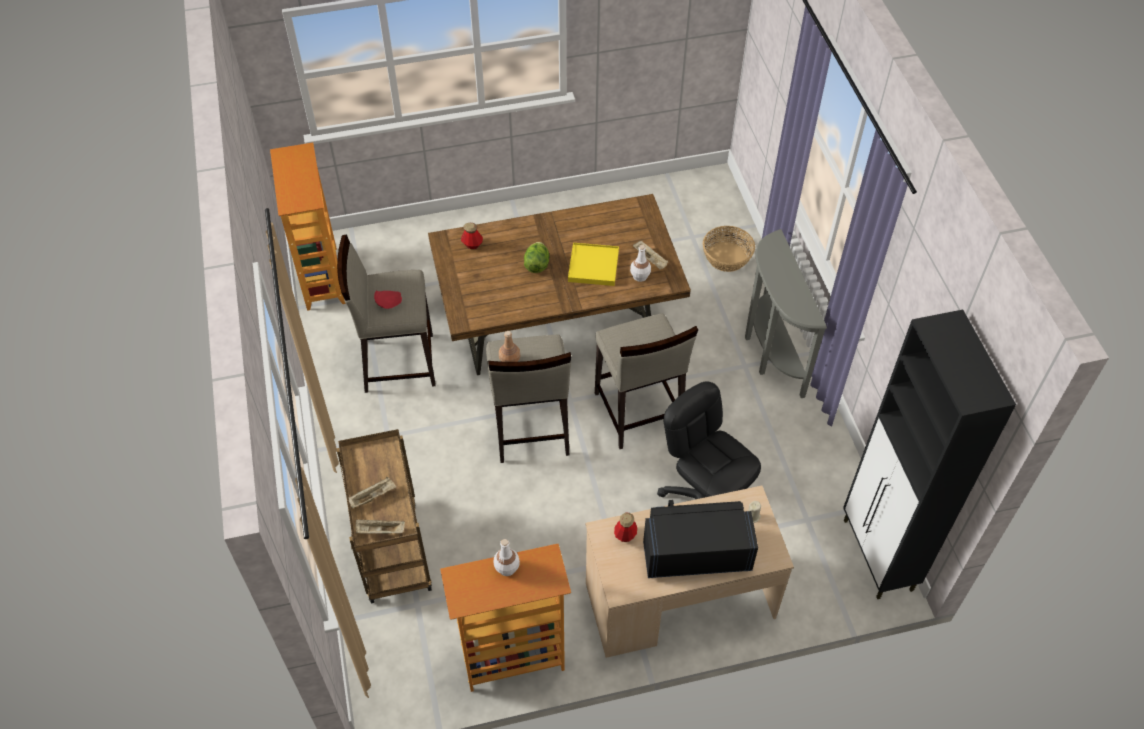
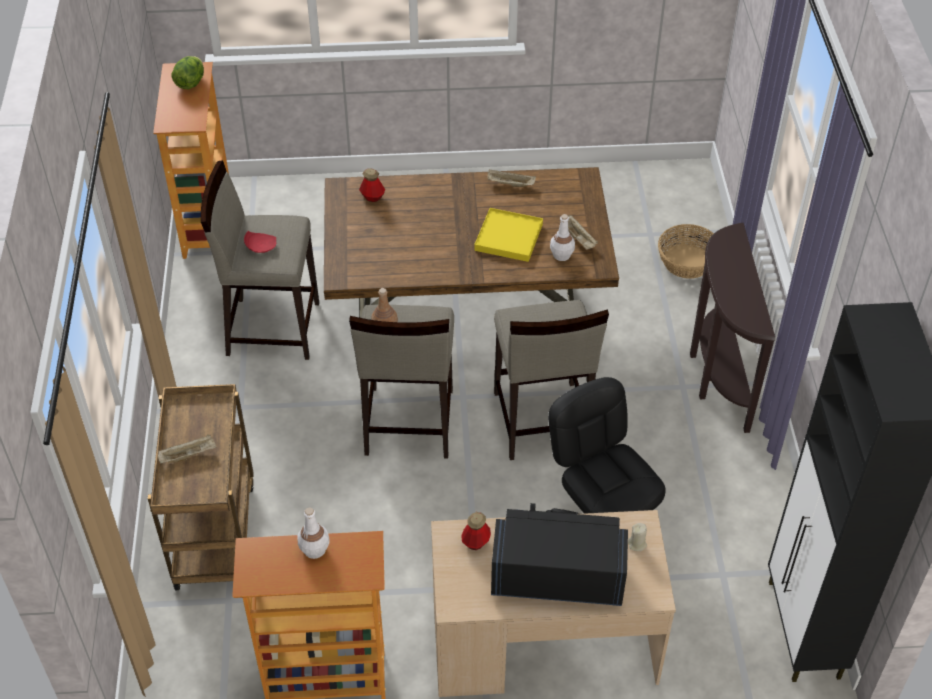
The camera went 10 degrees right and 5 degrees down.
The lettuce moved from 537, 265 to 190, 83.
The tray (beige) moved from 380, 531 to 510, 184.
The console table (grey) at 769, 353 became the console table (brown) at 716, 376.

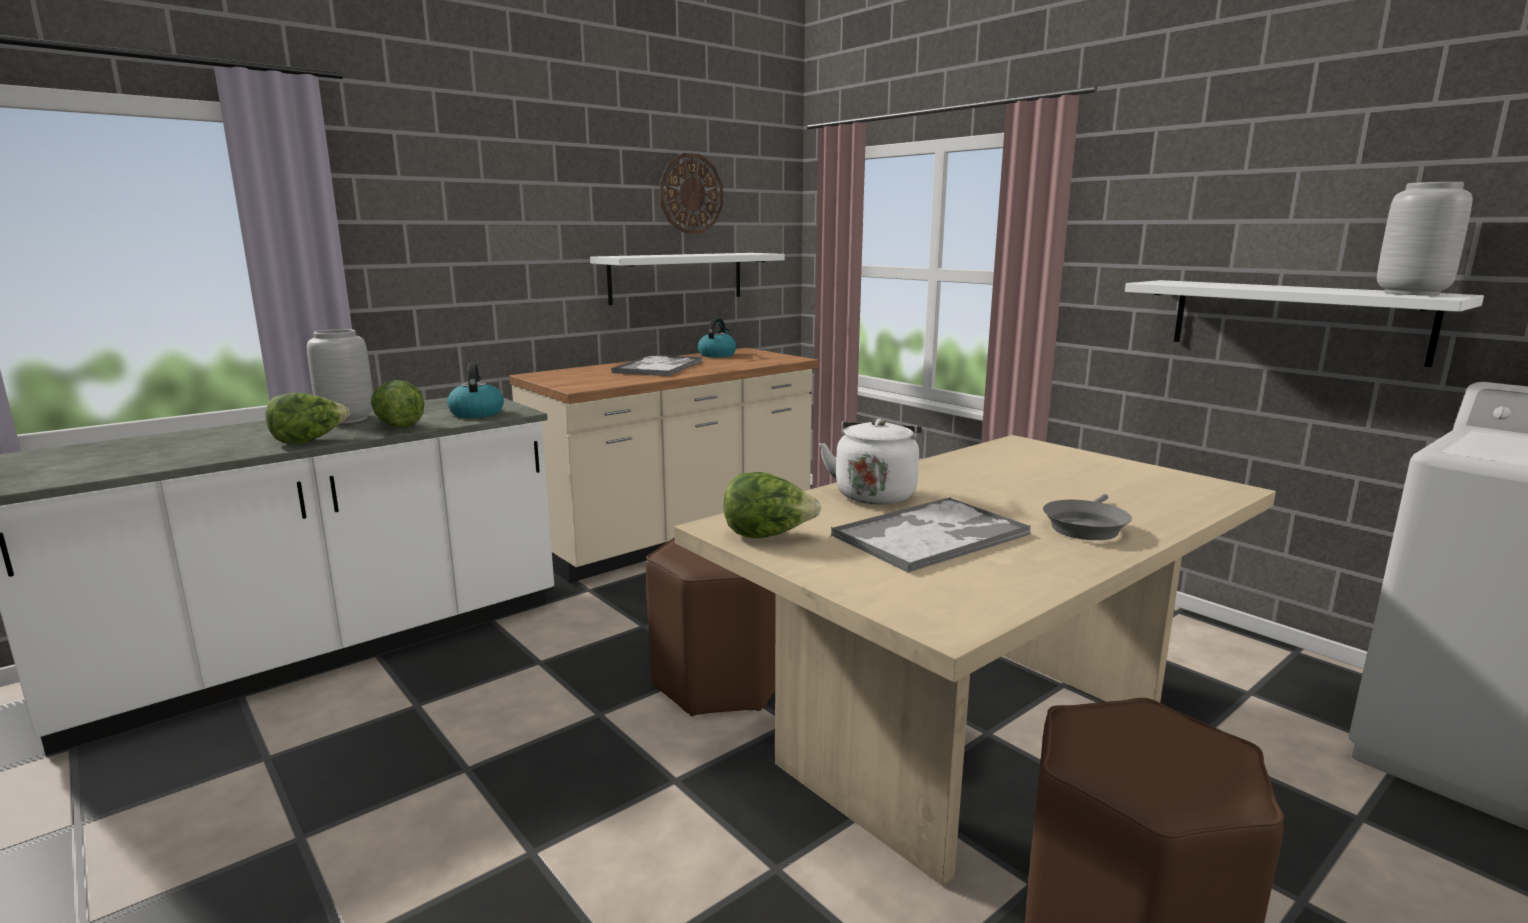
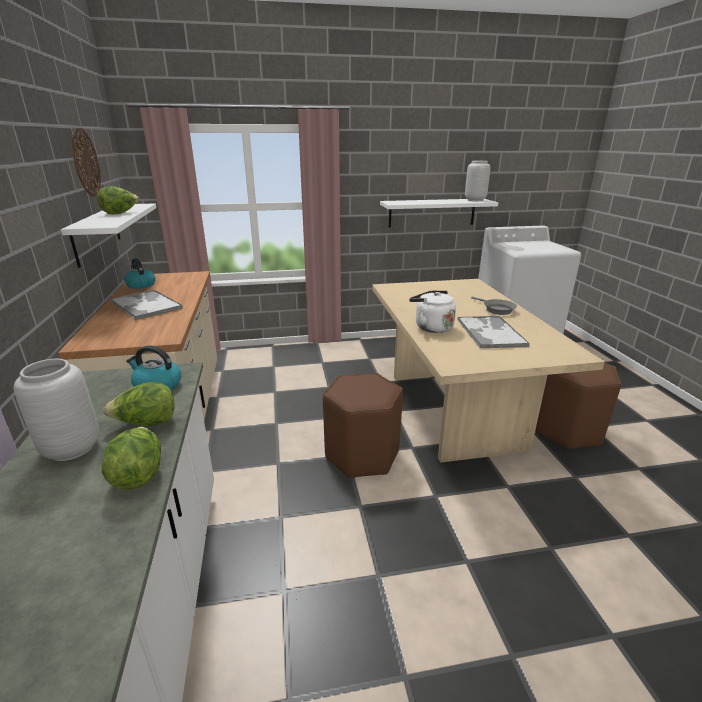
The camera went 60 degrees left and 10 degrees up.
The lettuce moved from 768, 536 to 120, 213.

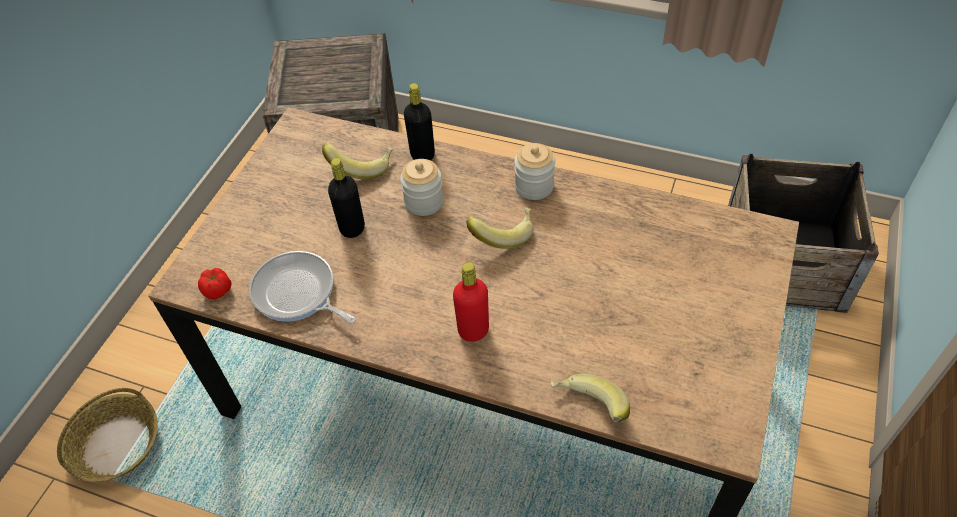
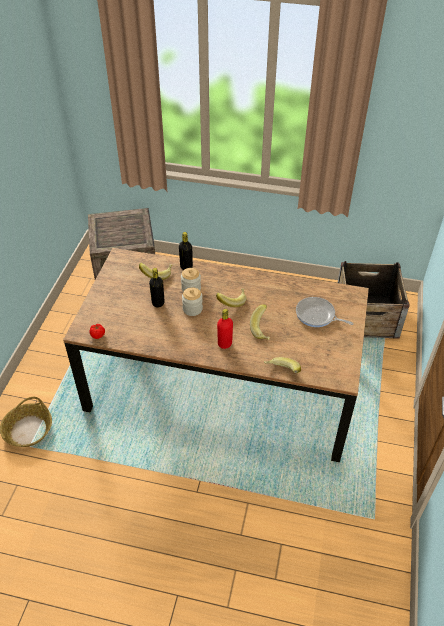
The camera went 10 degrees left and 5 degrees down.
The jar moved from 534, 186 to 192, 309.
The banana at 262, 329 appeared.
The frying pan moved from 297, 293 to 317, 315.

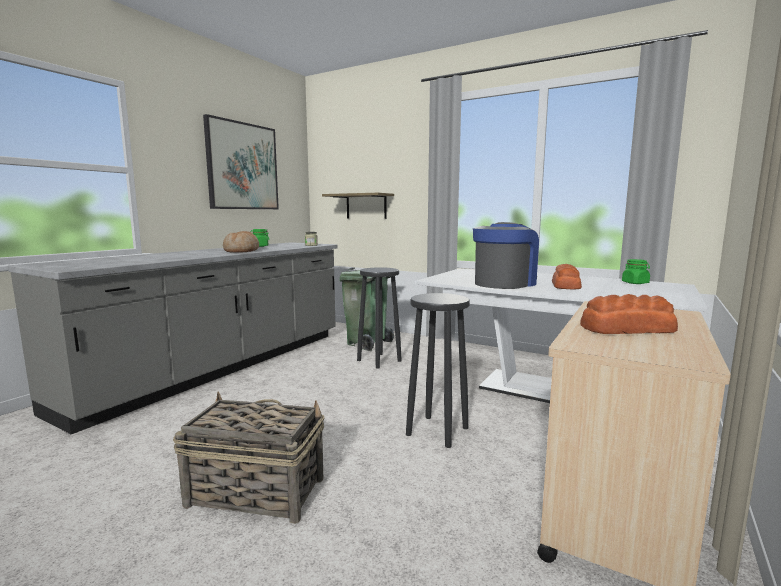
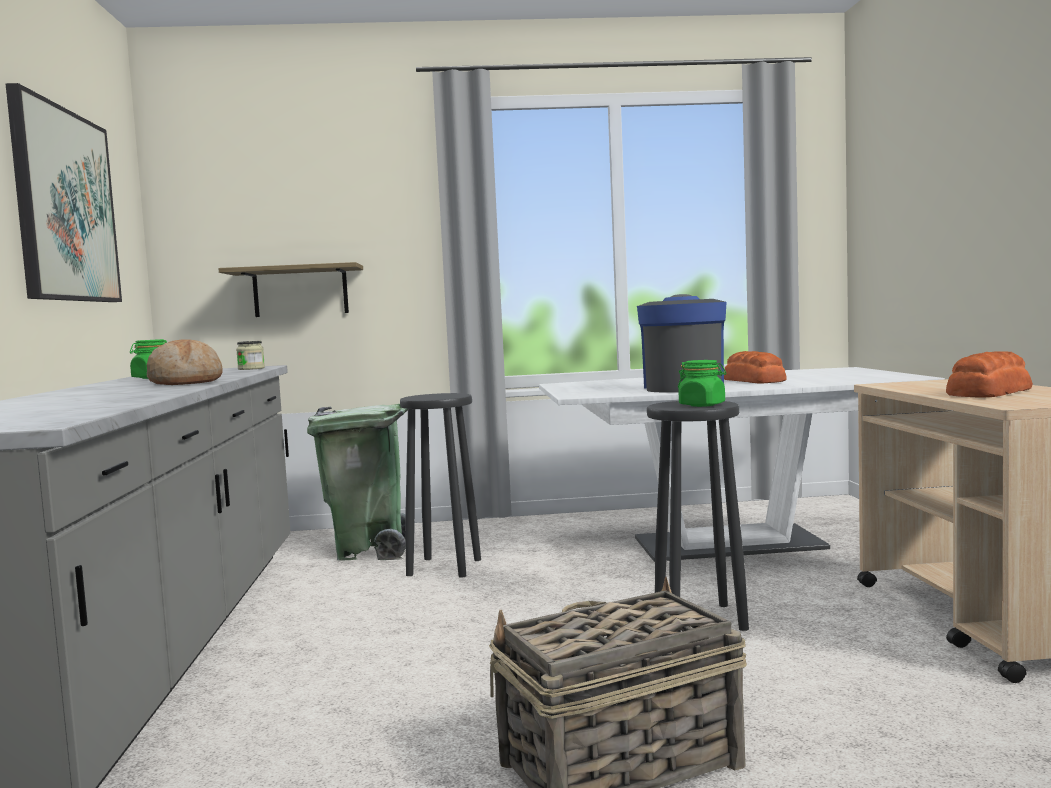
The camera went 35 degrees left and 5 degrees down.
The jar (green) moved from 635, 283 to 702, 405.

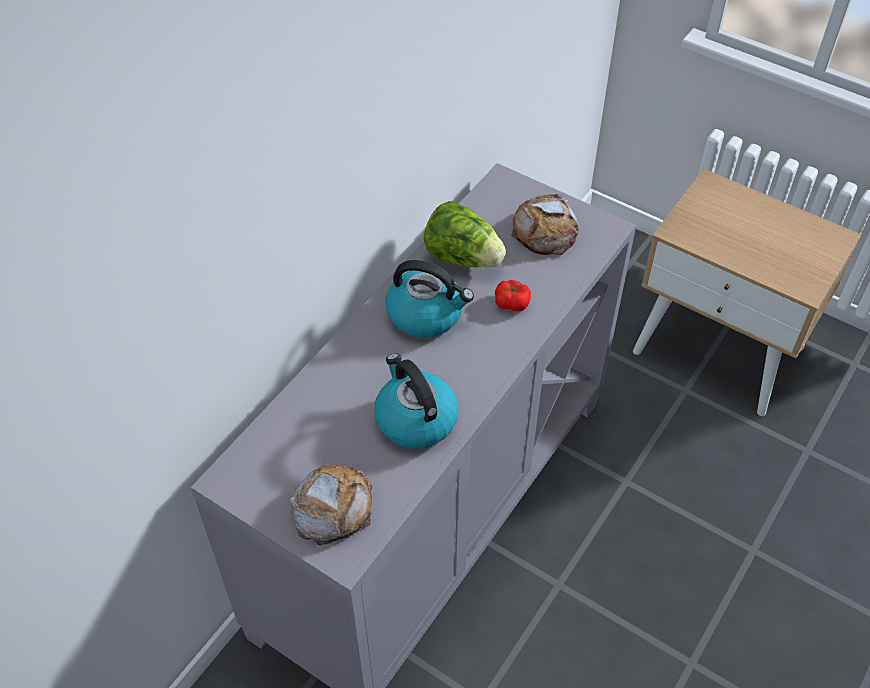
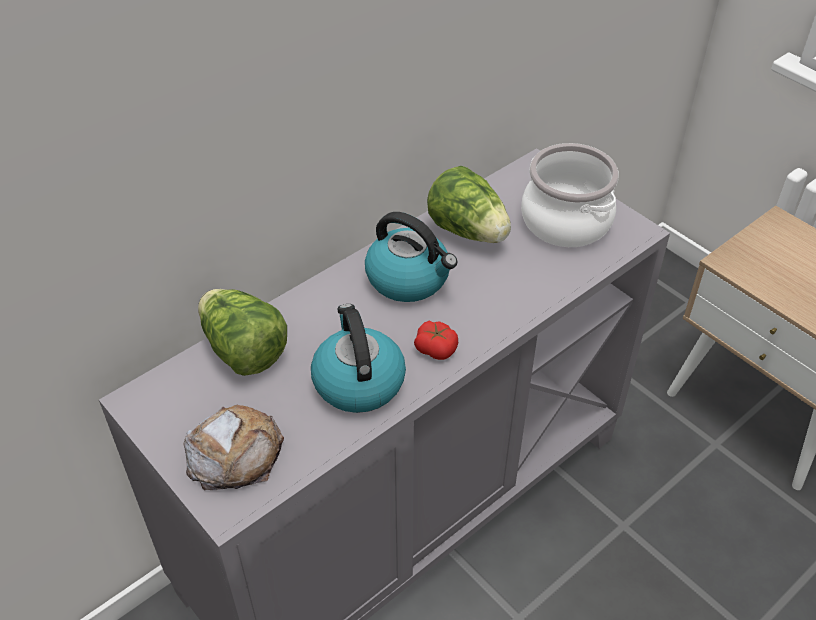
The camera went 15 degrees right and 5 degrees down.
The lettuce at 243, 351 appeared.
The tomato moved from 511, 302 to 436, 348.
The bread at 545, 231 was replaced by the cooking pot at 566, 221.

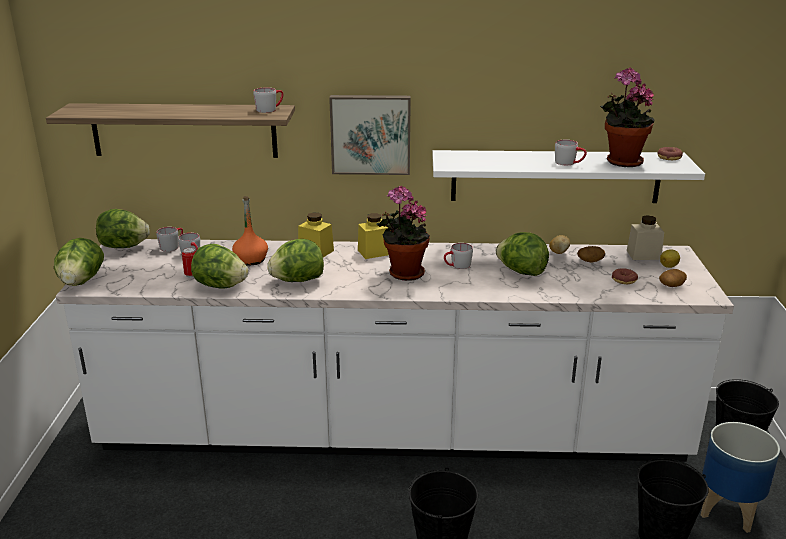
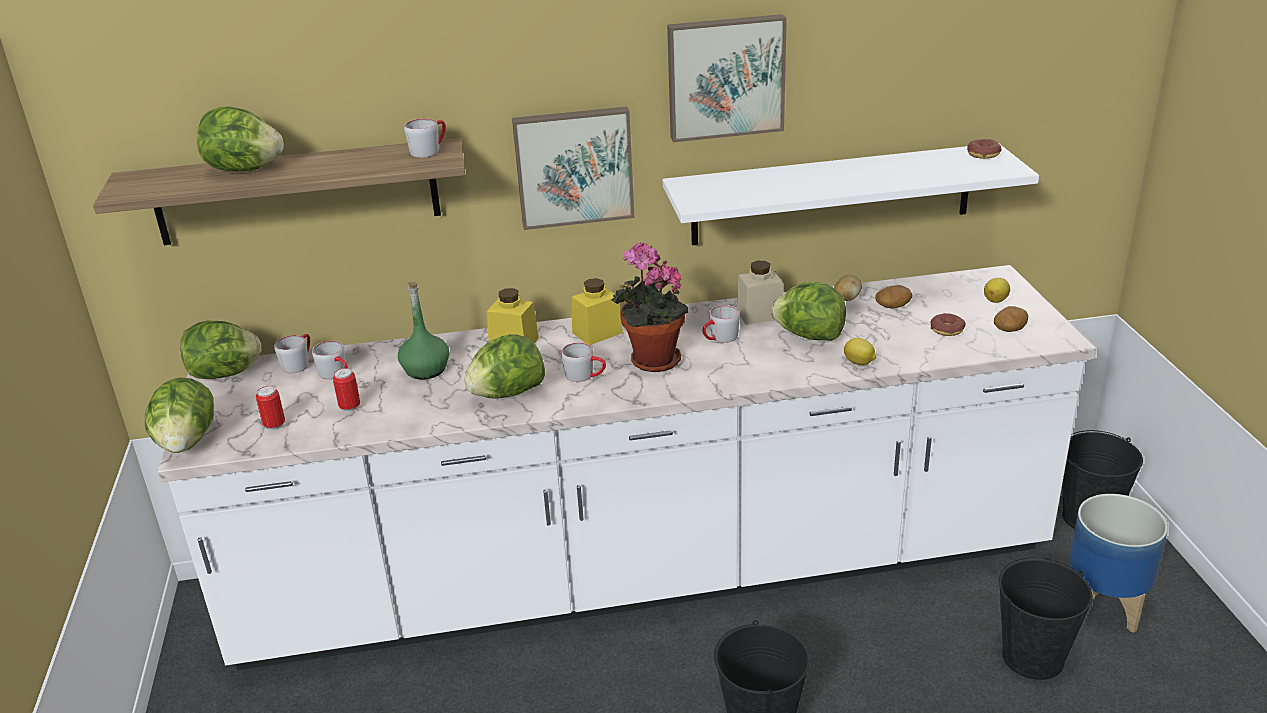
The camera went 10 degrees left and 5 degrees up.
The lettuce moved from 220, 286 to 244, 170.
The can at 274, 425 appeared.
The bottle (orange) at 251, 260 became the bottle (green) at 426, 369.
The mug (grey) moved from 569, 163 to 585, 376.
The picture at 725, 77 appeared.
The jar (beige) moved from 643, 255 to 759, 314.
The lemon at 859, 363 appeared.
The potted plant at 620, 162 disappeared.

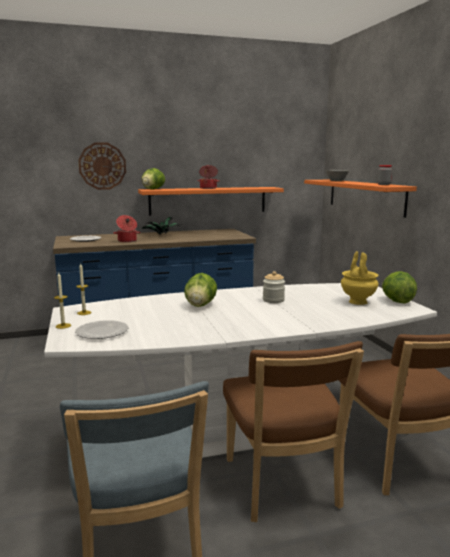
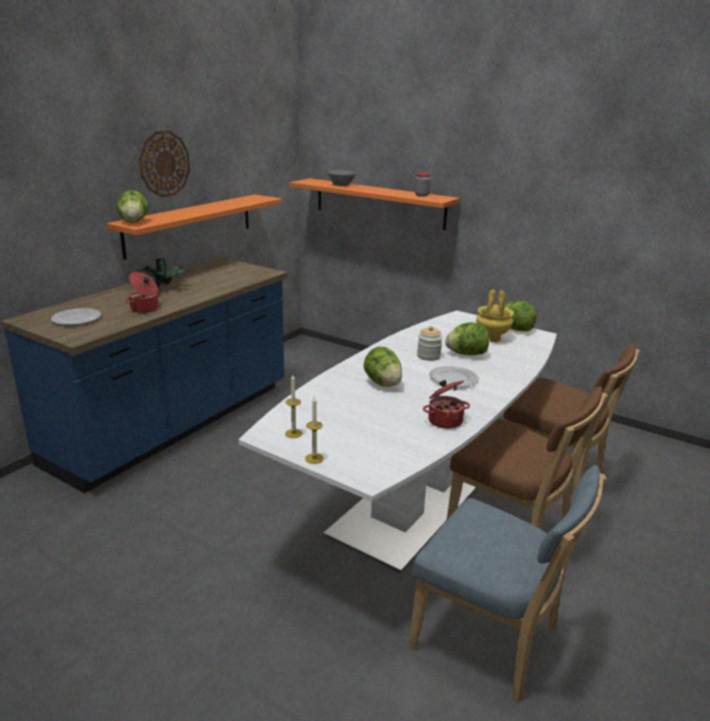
The camera went 40 degrees left and 10 degrees up.
The wall clock moved from 102, 166 to 164, 164.
The cooking pot moved from 208, 188 to 444, 420.
The plate moved from 101, 332 to 452, 378.
The lettuce at 466, 354 appeared.

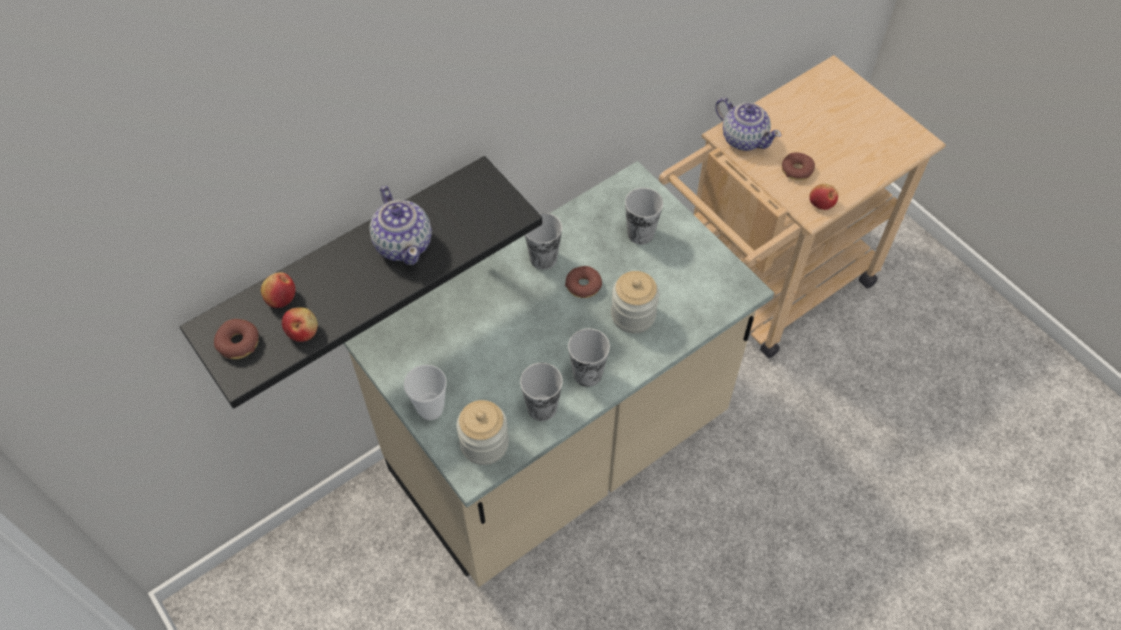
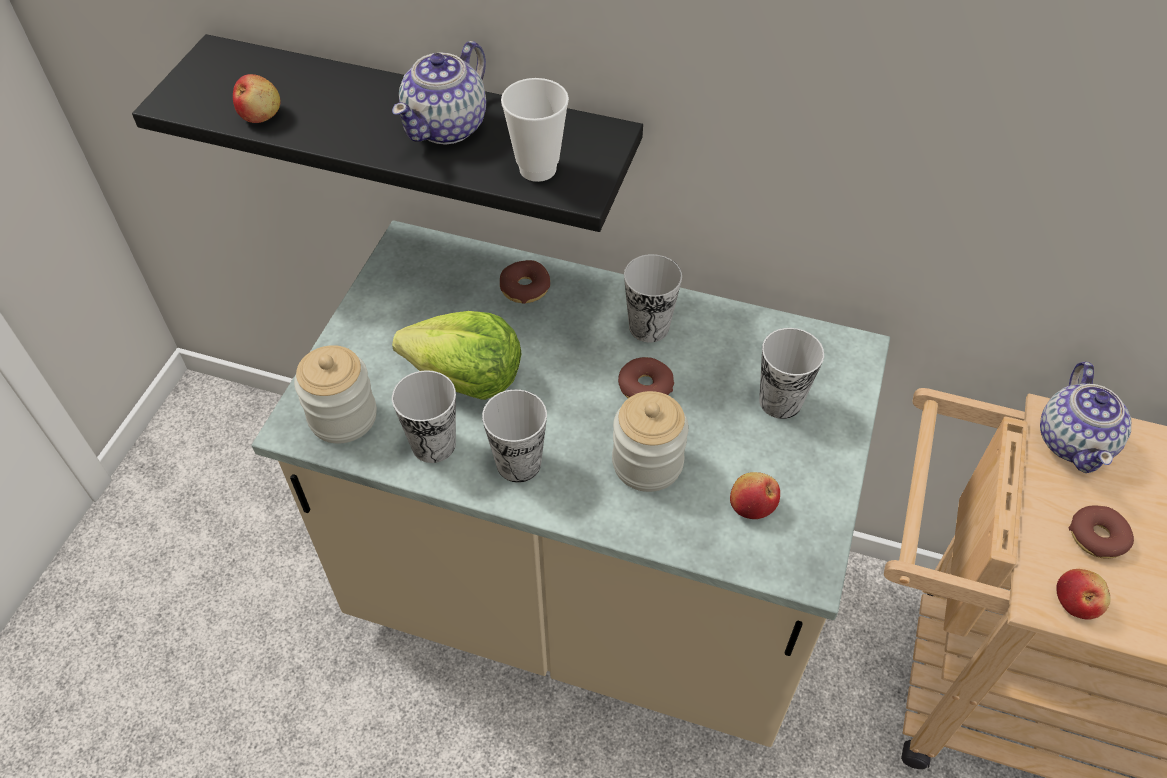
The camera went 55 degrees right and 5 degrees down.
The lettuce at 466, 377 appeared.
The donut moved from 238, 343 to 525, 288.
The cup moved from 430, 409 to 538, 169.
The apple moved from 281, 298 to 752, 505.

